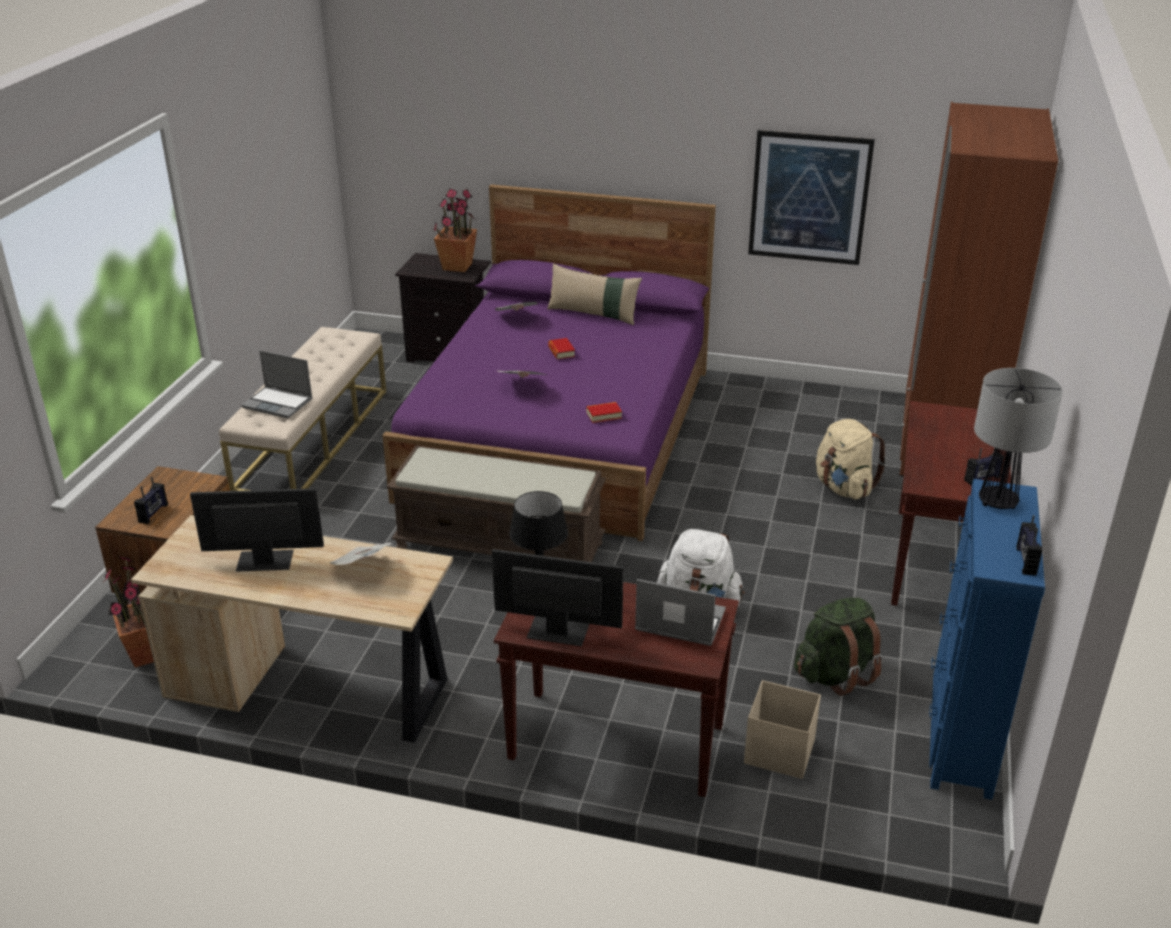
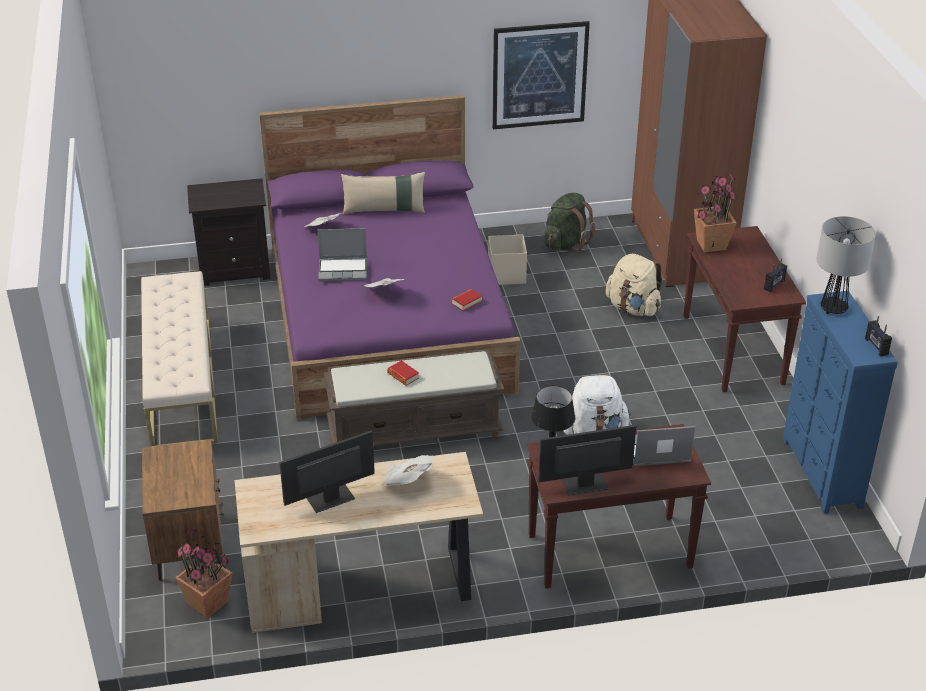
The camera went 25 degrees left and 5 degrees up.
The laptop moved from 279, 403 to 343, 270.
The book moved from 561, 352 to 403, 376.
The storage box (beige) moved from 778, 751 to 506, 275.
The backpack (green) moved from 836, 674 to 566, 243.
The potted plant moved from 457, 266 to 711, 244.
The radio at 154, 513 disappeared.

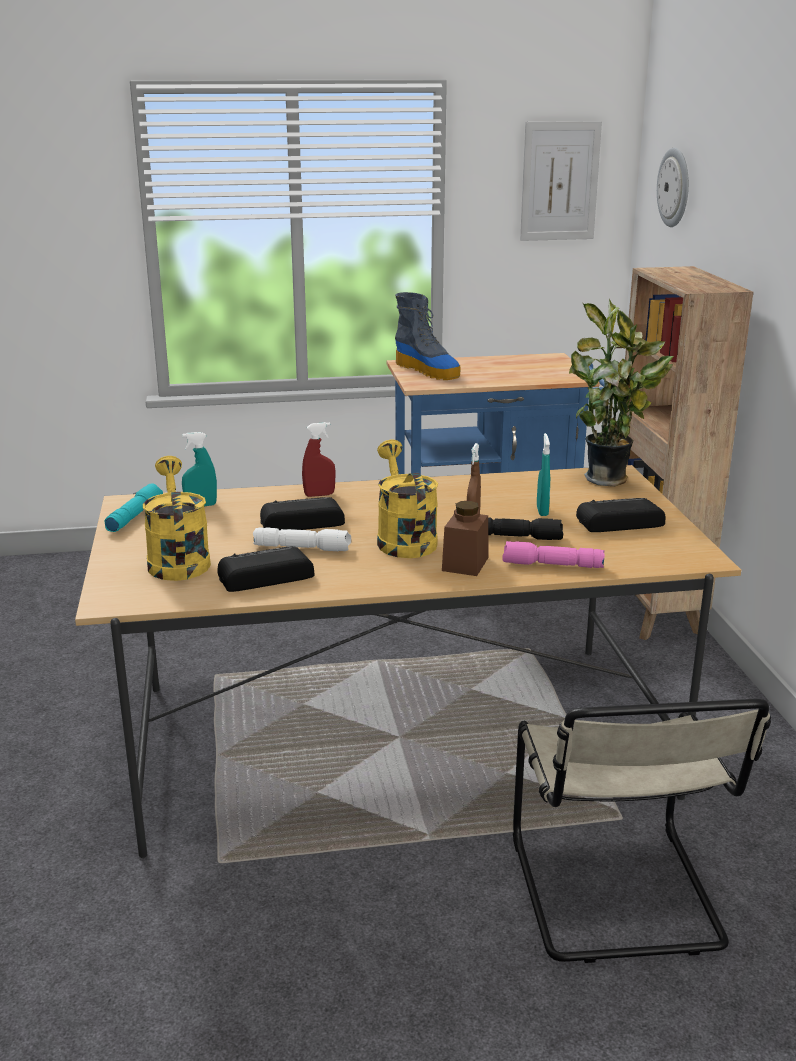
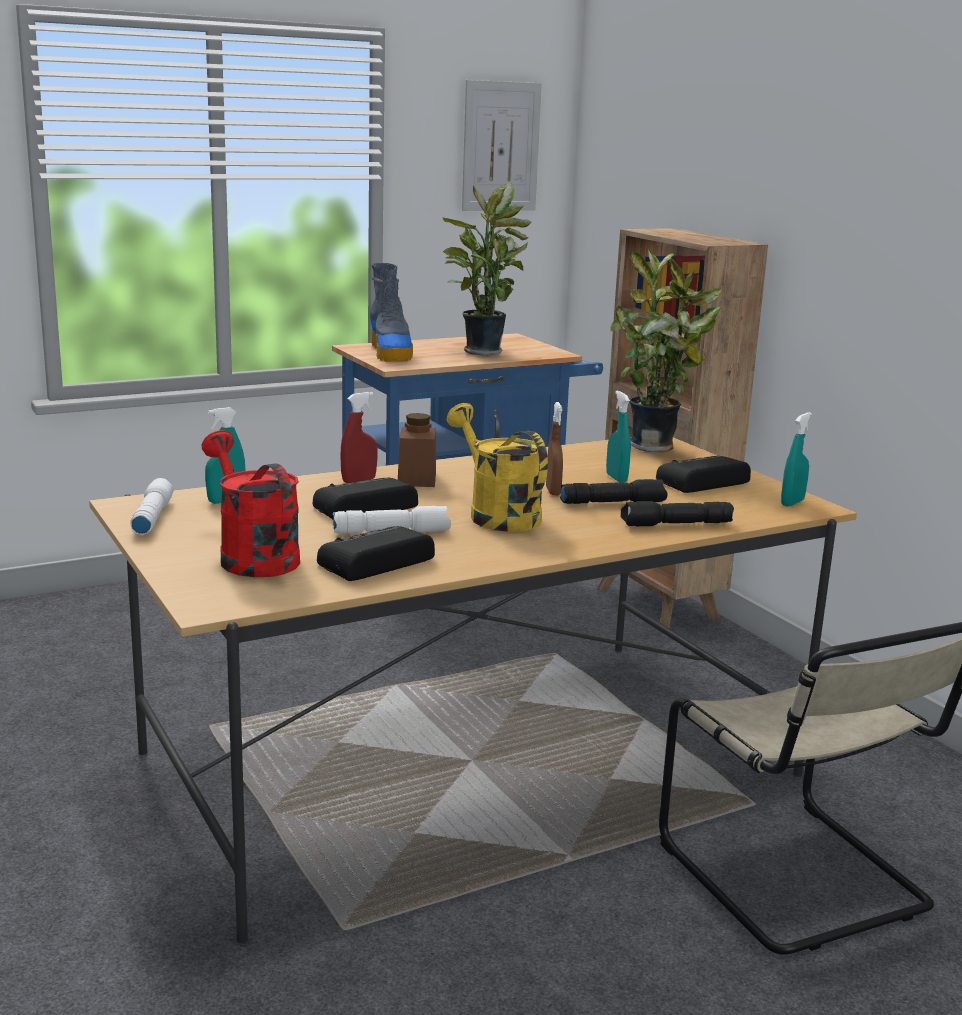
The camera went 20 degrees left and 5 degrees down.
The flashlight (turquoise) at 134, 516 became the flashlight (white) at 151, 517.
The watering can (yellow) at 177, 560 became the watering can (red) at 252, 556.
The boot at 428, 371 turned 45 degrees clockwise.
The jar (brown) moved from 465, 564 to 417, 479.
The potted plant at 482, 351 appeared.
The flashlight (pink) at 551, 565 became the flashlight (black) at 675, 525.
The spray bottle (turquoise) at 792, 503 appeared.
The wall clock at 675, 187 disappeared.

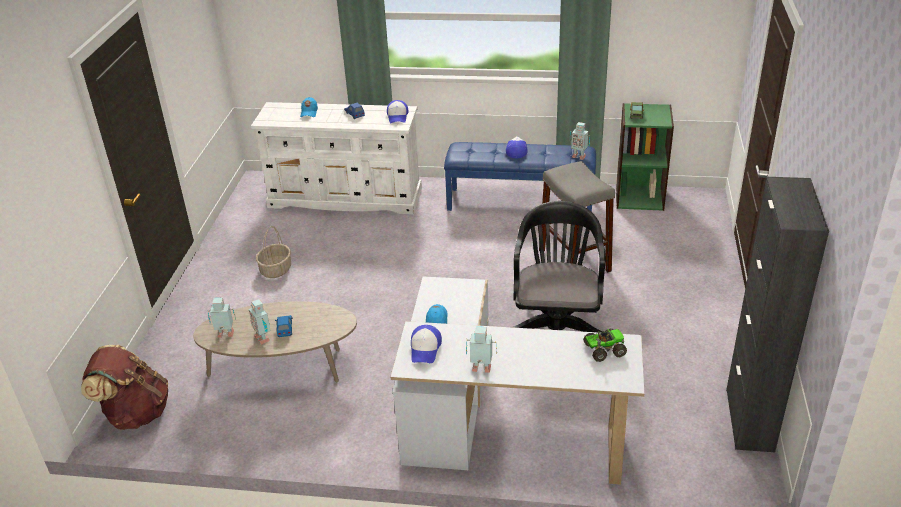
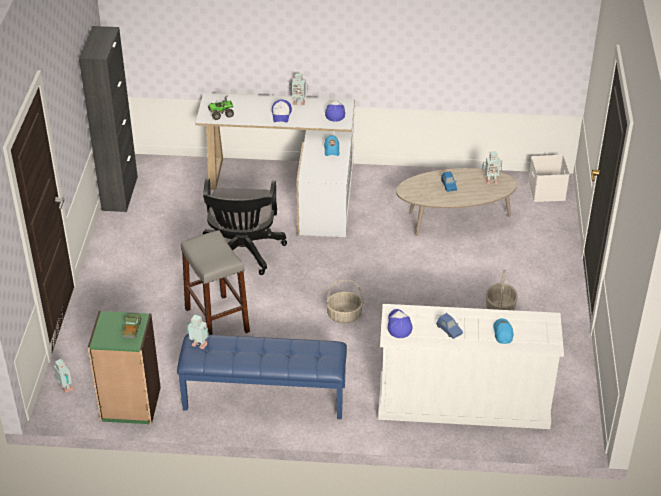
The camera went 175 degrees right and 5 degrees up.
The toy robot moved from 263, 338 to 65, 388.
The cap moved from 516, 150 to 281, 115.
The basket at 344, 315 appeared.
The backpack (brown) at 135, 413 was replaced by the storage box (white) at 547, 191.

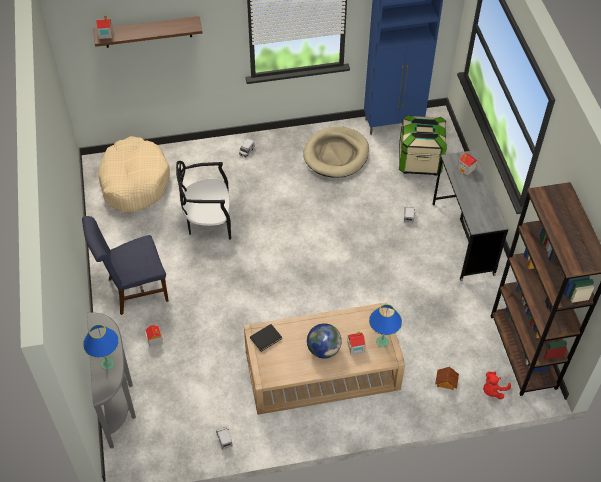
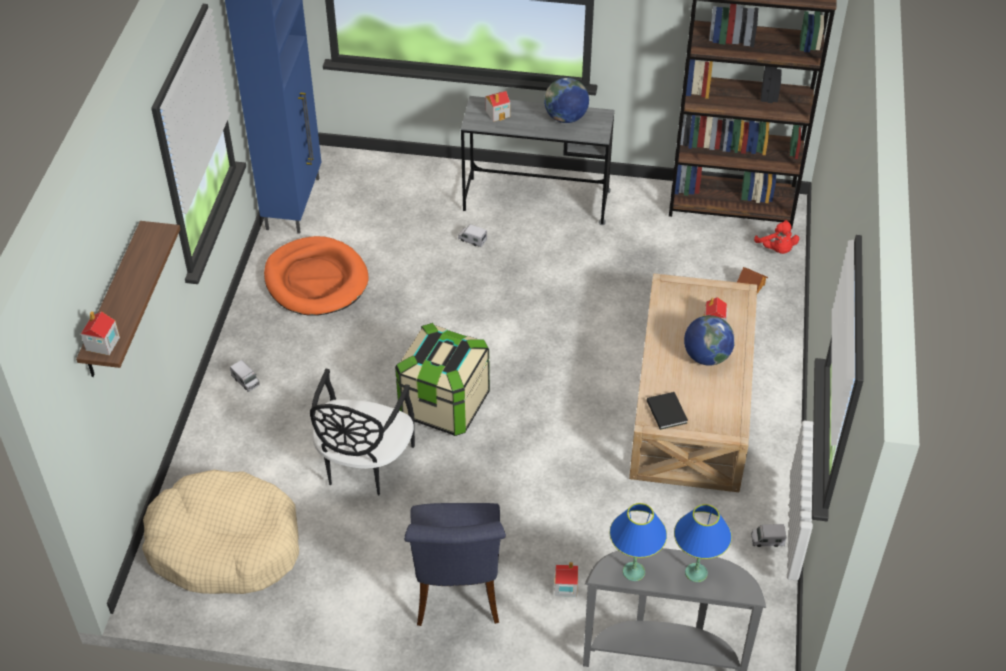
The camera went 70 degrees left and 5 degrees down.
The dog bed (beige) at 336, 154 became the dog bed (orange) at 316, 280.
The storage box moved from 419, 161 to 444, 405.
The globe at 565, 118 appeared.
The table lamp (blue) moved from 382, 341 to 633, 571.

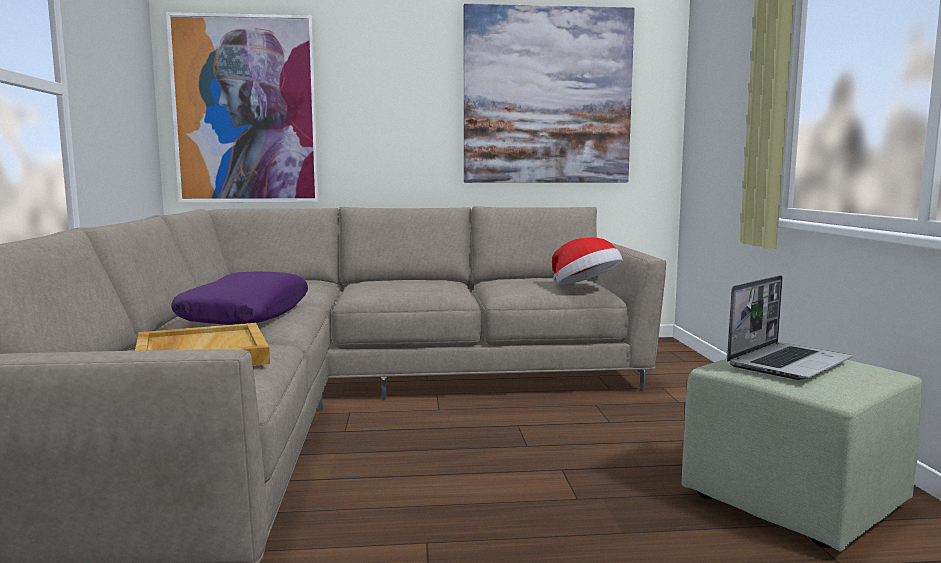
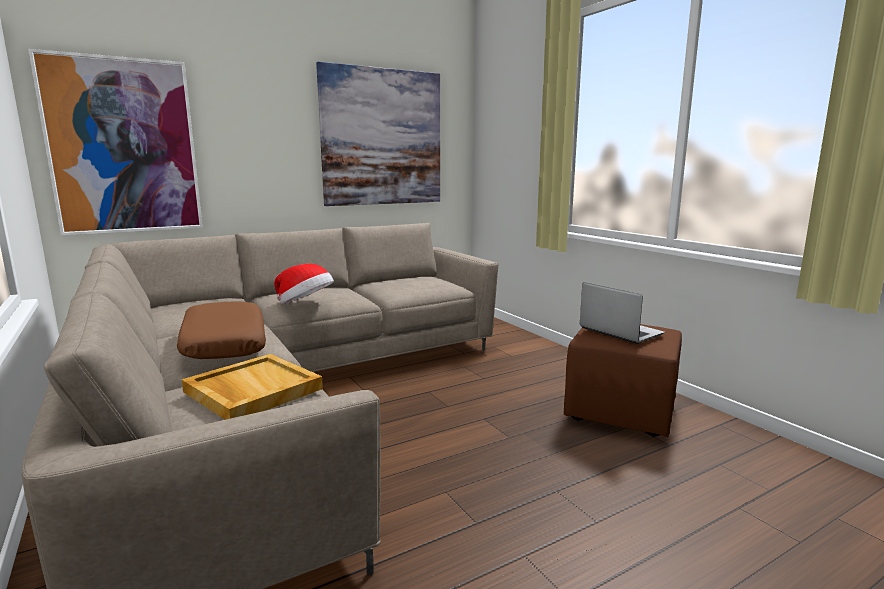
The camera went 25 degrees left and 5 degrees up.
The pillow (purple) at 246, 315 became the pillow (brown) at 223, 343.
The hat moved from 585, 287 to 305, 305.
The ottoman (green) at 793, 500 became the ottoman (brown) at 620, 410.
The laptop at 788, 363 turned 60 degrees counterclockwise.

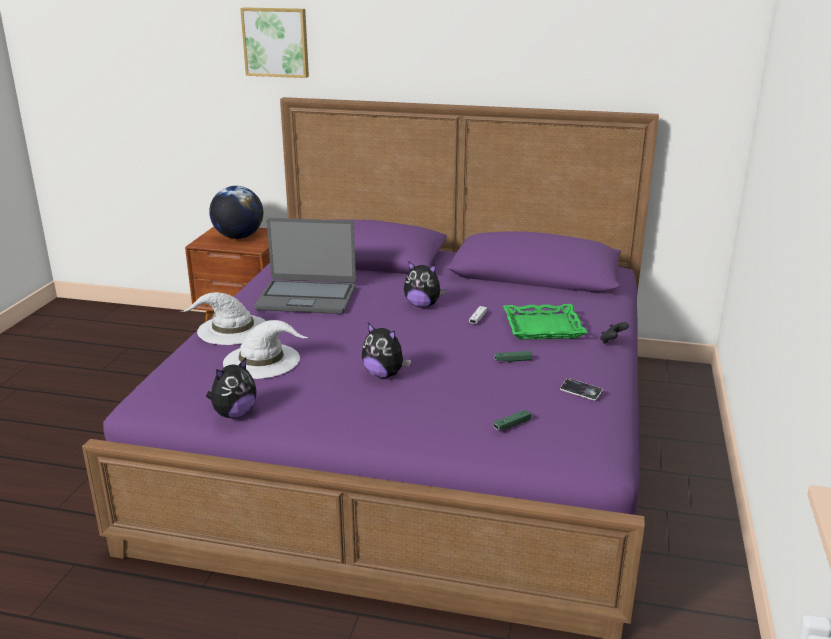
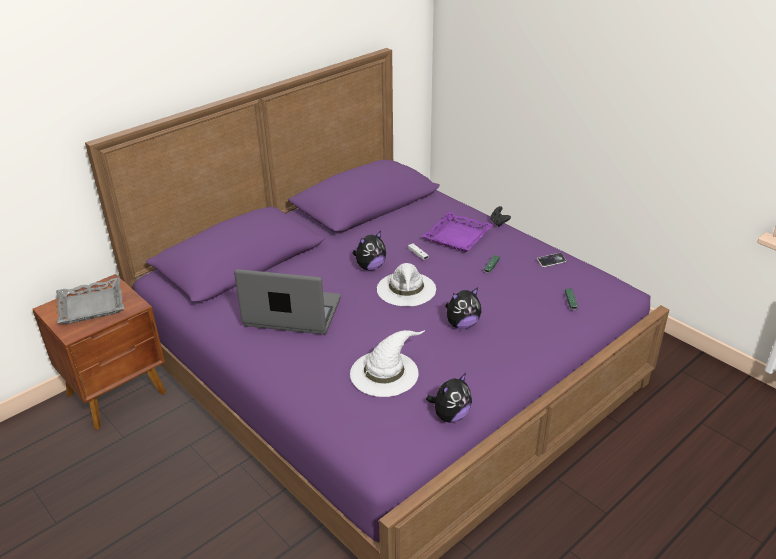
The camera went 55 degrees left and 10 degrees up.
The globe at 238, 237 was replaced by the tray (grey) at 91, 306.
The laptop at 307, 298 turned 120 degrees counterclockwise.
The hat (white) moved from 232, 329 to 406, 289.
The tray (green) at 543, 328 became the tray (purple) at 458, 237.
The plush toy at 234, 414 turned 60 degrees clockwise.
The picture at 276, 42 disappeared.

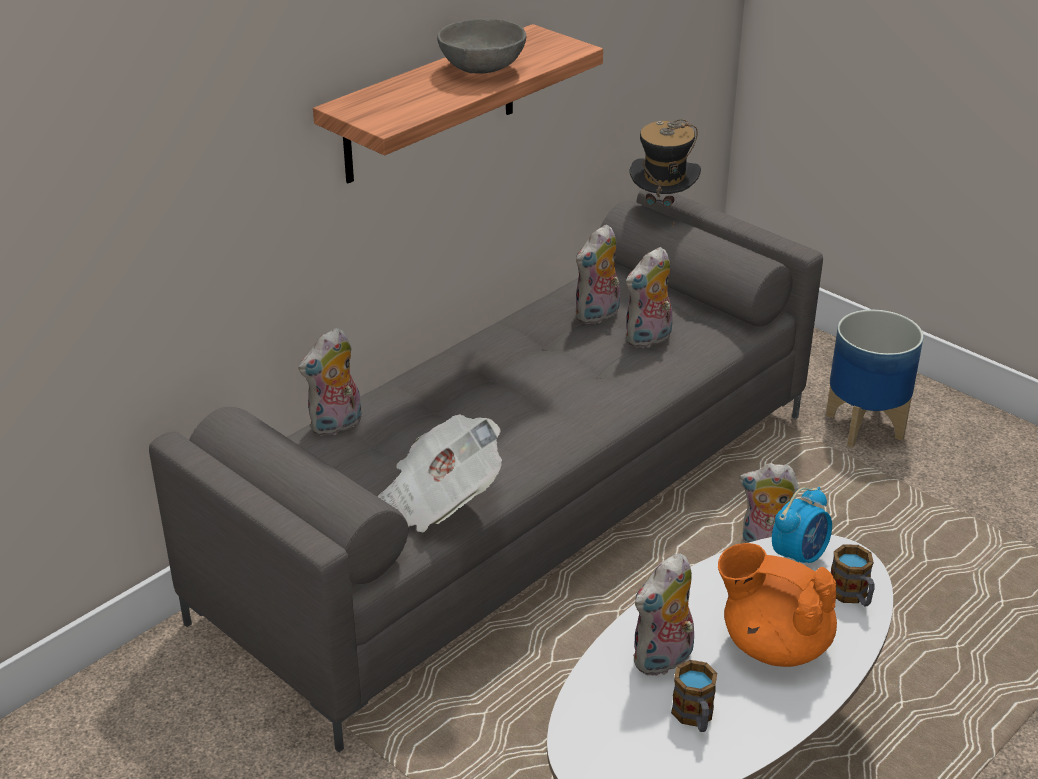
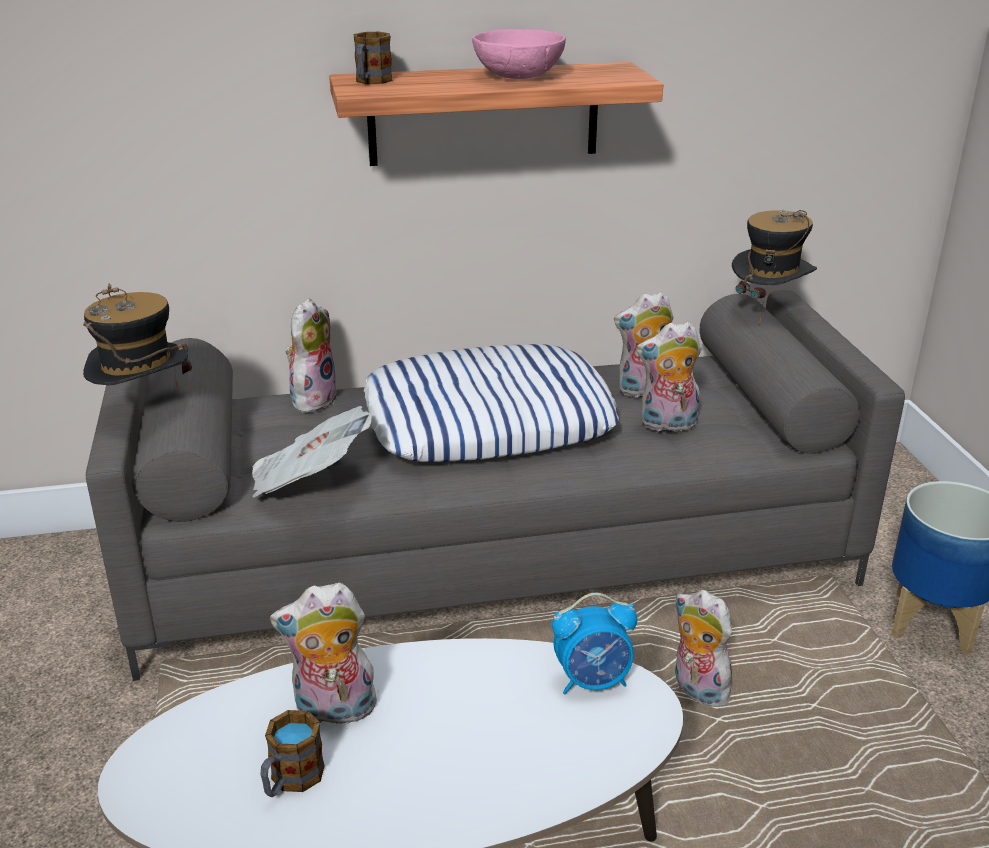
The camera went 35 degrees right and 5 degrees down.
The hat at 144, 408 appeared.
The plush toy at 336, 426 turned 120 degrees clockwise.
The mug moved from 852, 596 to 371, 81.
The pillow at 487, 420 appeared.
The bowl (grey) at 483, 69 became the bowl (pink) at 519, 77.
The teapot (orange) at 773, 644 disappeared.

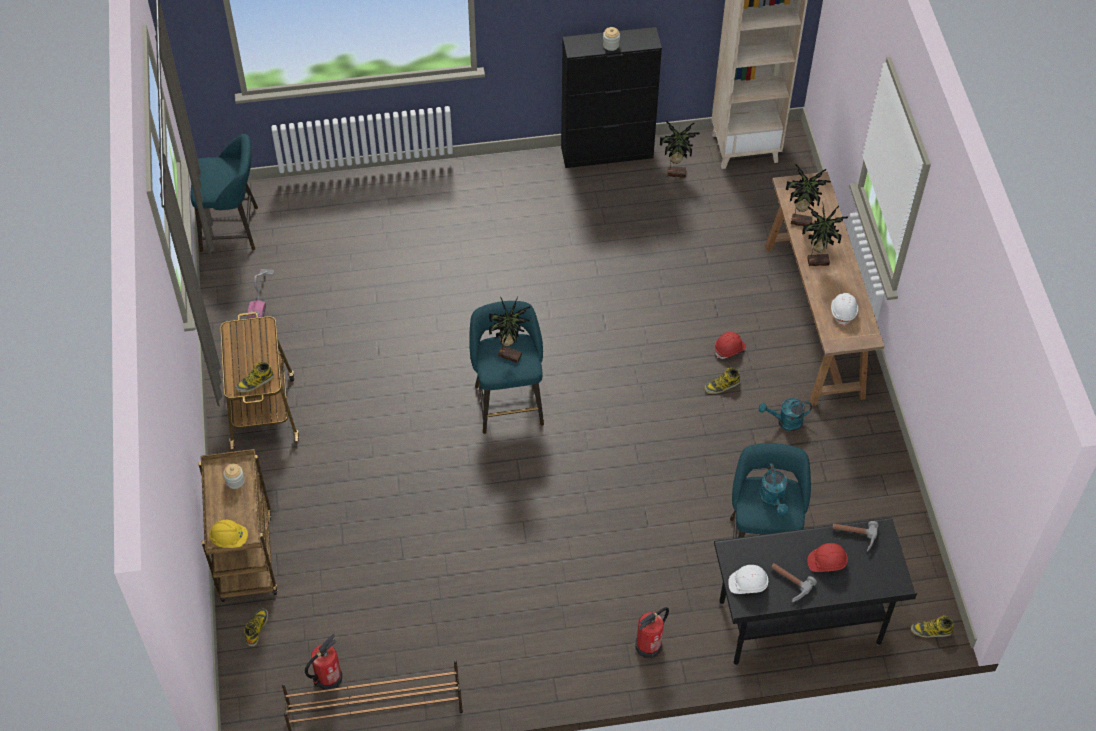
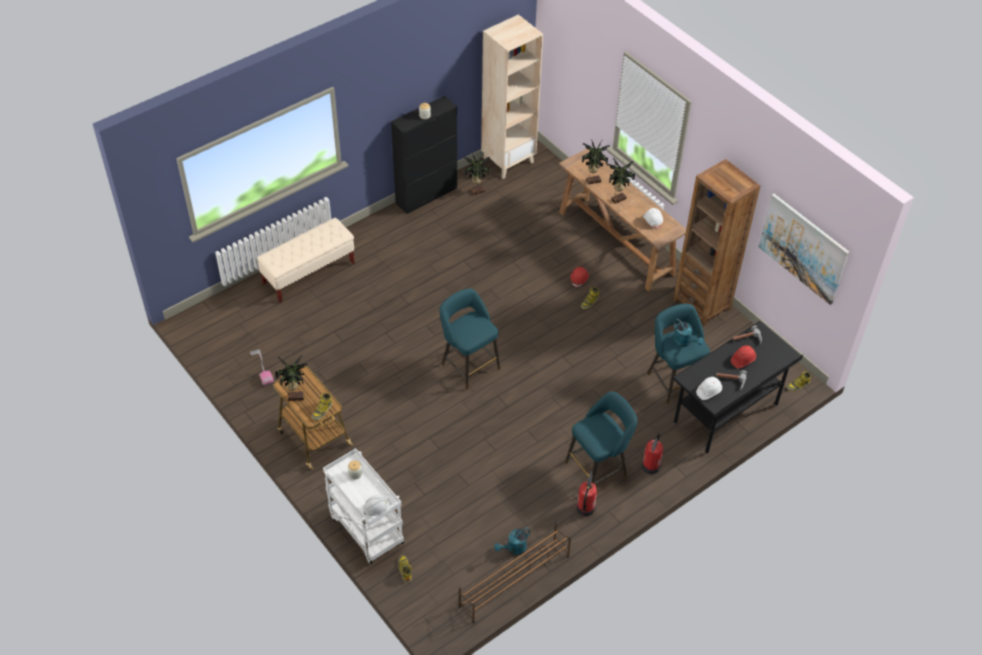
The camera went 30 degrees left and 5 degrees down.
The bench (beige) at 309, 273 appeared.
The potted plant moved from 510, 354 to 295, 396.
The cart (brown) at 245, 555 became the cart (white) at 365, 530.
The hard hat (yellow) at 229, 539 became the hard hat (white) at 377, 509.
The watering can (turquoise) moved from 785, 422 to 514, 549.
The stool (turquoise) moved from 234, 229 to 598, 468.
The fire extinguisher moved from 328, 678 to 585, 508.
The bookcase (brown) at 702, 304 appeared.
The picture at 803, 248 appeared.

